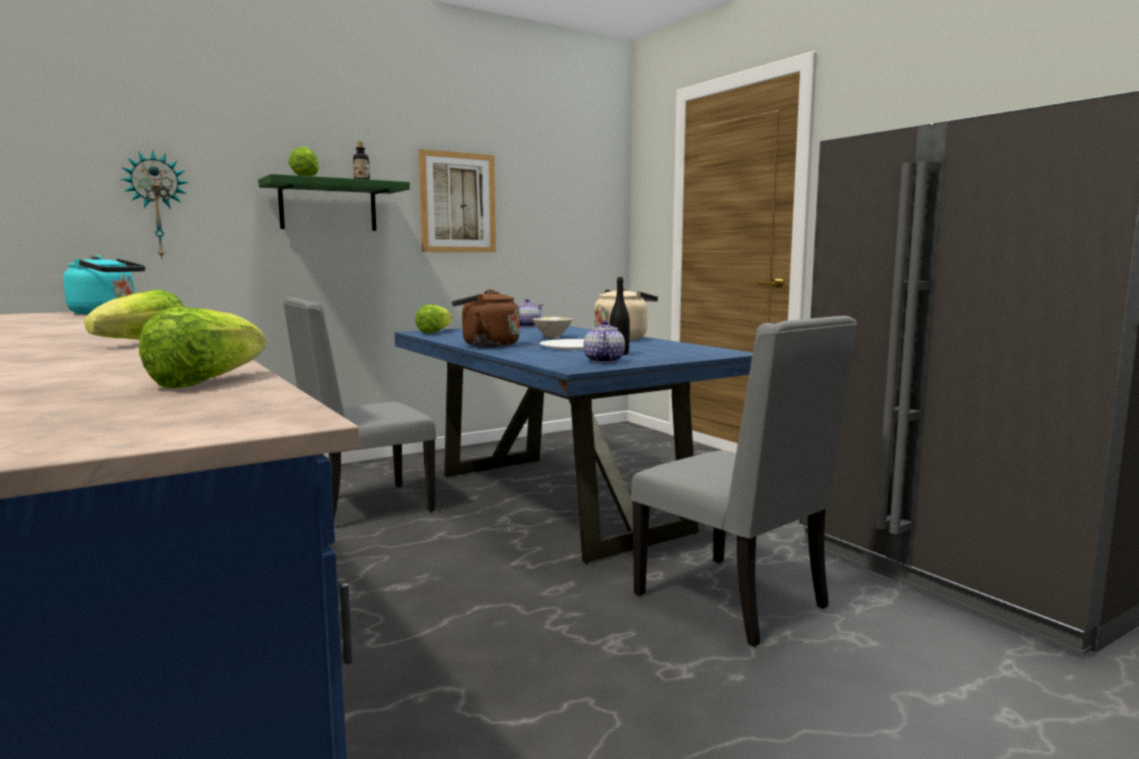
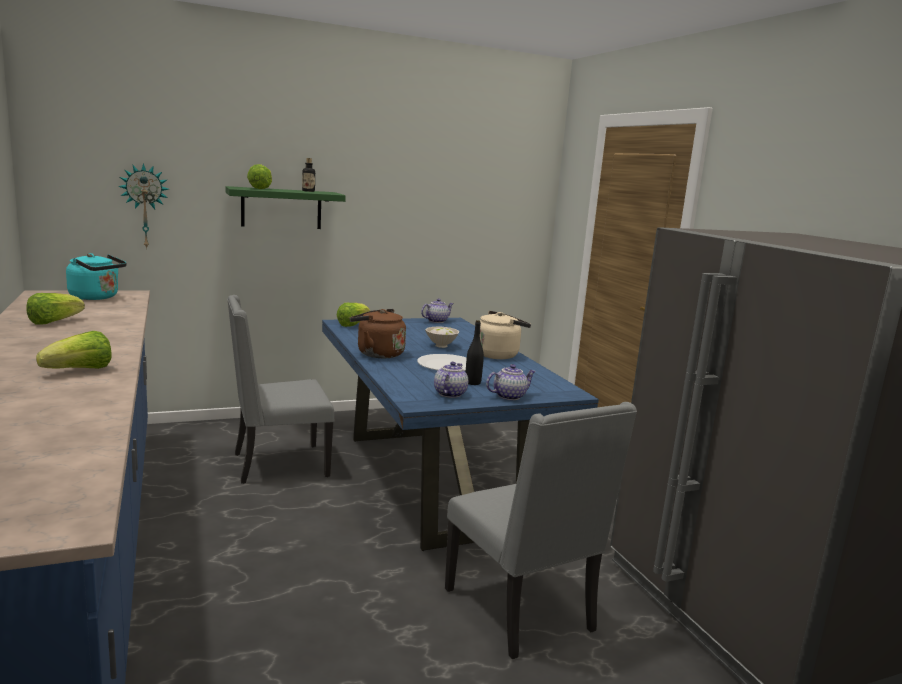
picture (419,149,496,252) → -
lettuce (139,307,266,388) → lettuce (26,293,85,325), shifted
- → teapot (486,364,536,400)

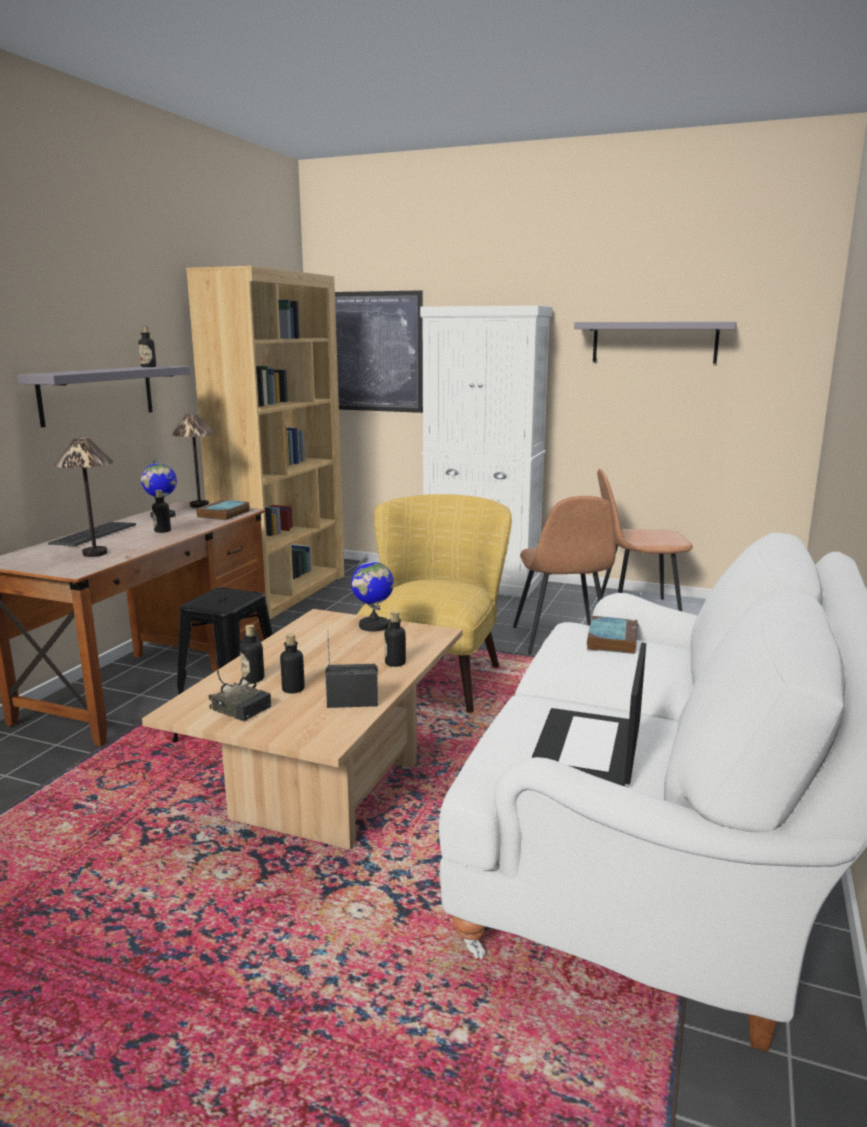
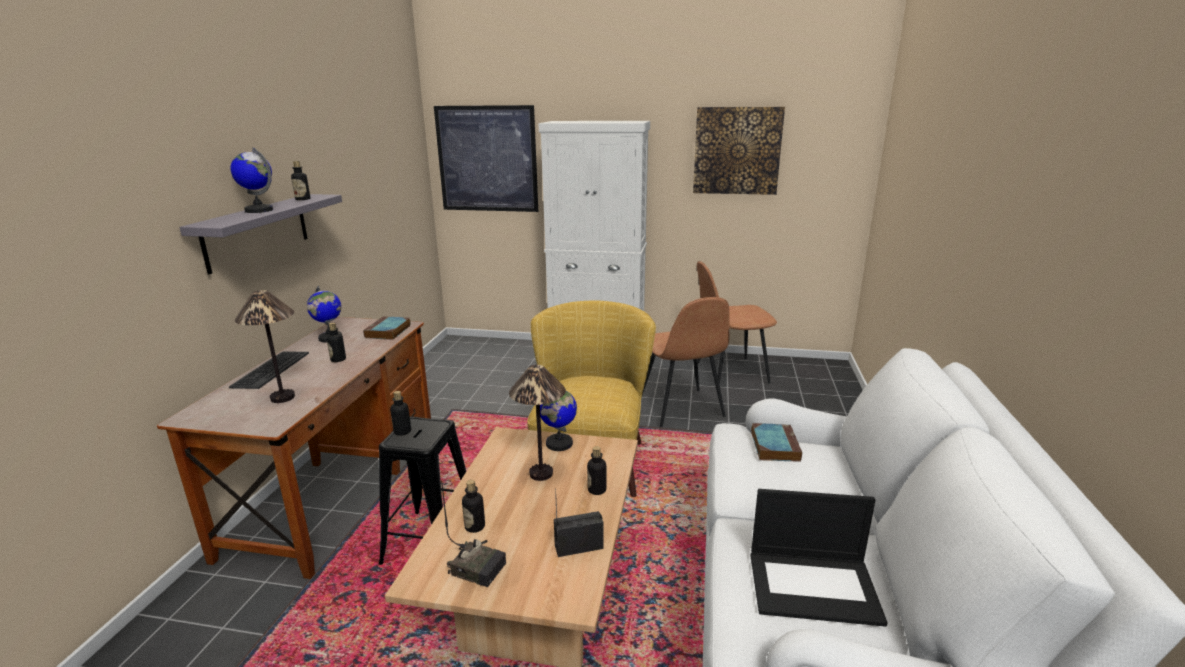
brown_bookcase (186,266,344,619) → -
grey_shelf (574,322,737,364) → picture (693,107,785,195)
table_lamp (172,414,216,508) → table_lamp (509,365,566,481), shifted
bottle (280,633,305,693) → bottle (390,391,411,436), shifted
laptop (531,642,646,786) → laptop (751,489,888,627), 90 degrees counterclockwise
- → globe (230,147,273,213)

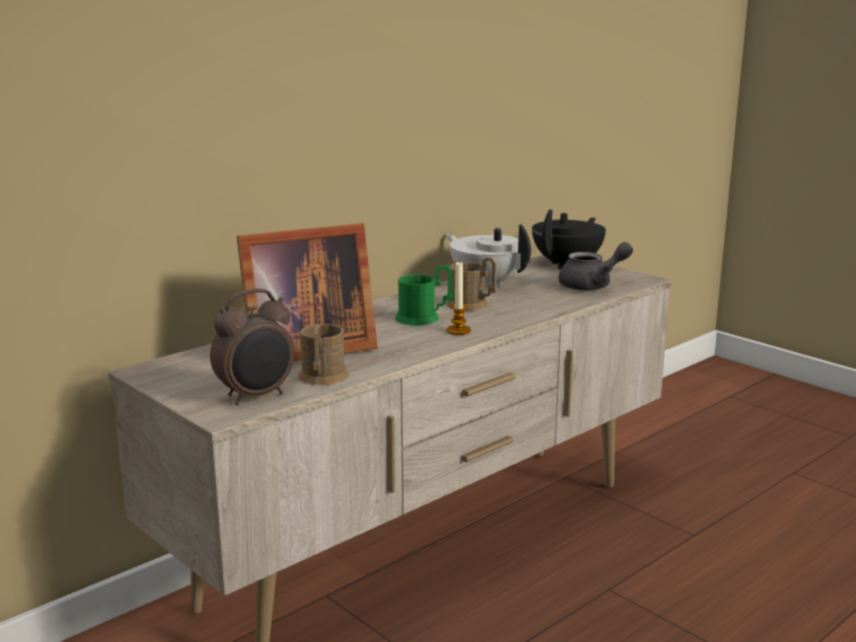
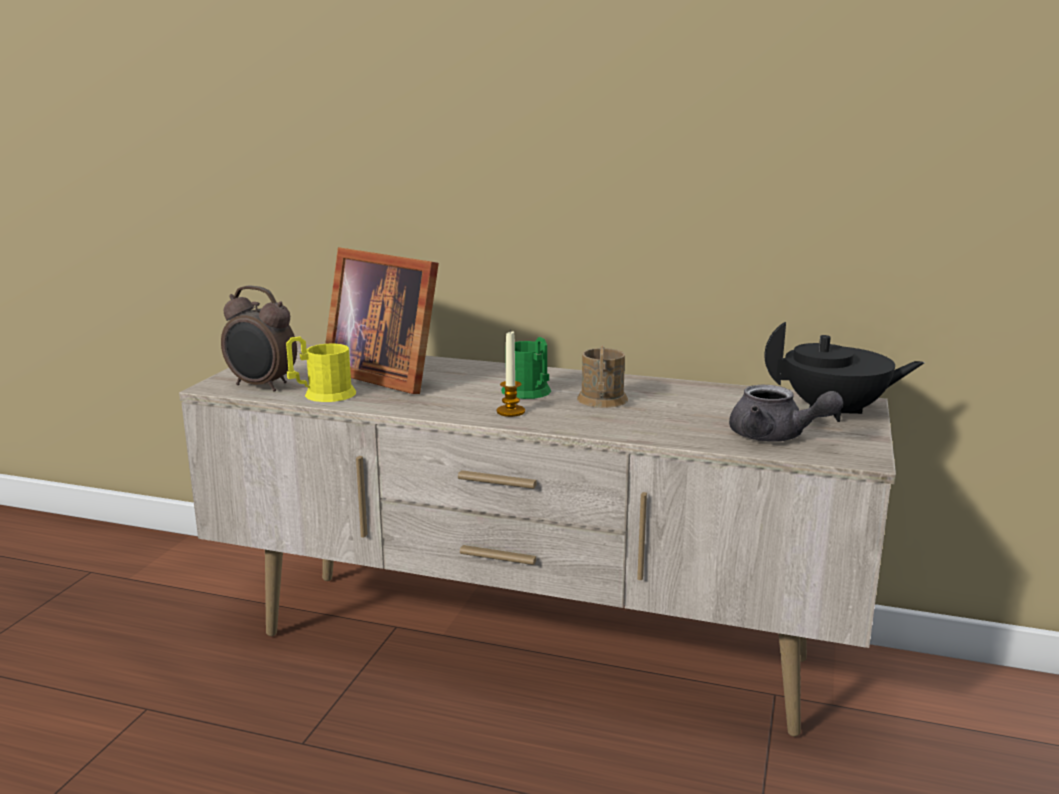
white_teapot (446,224,531,288) → -
brown_mug (298,324,349,385) → yellow_mug (286,337,356,402)

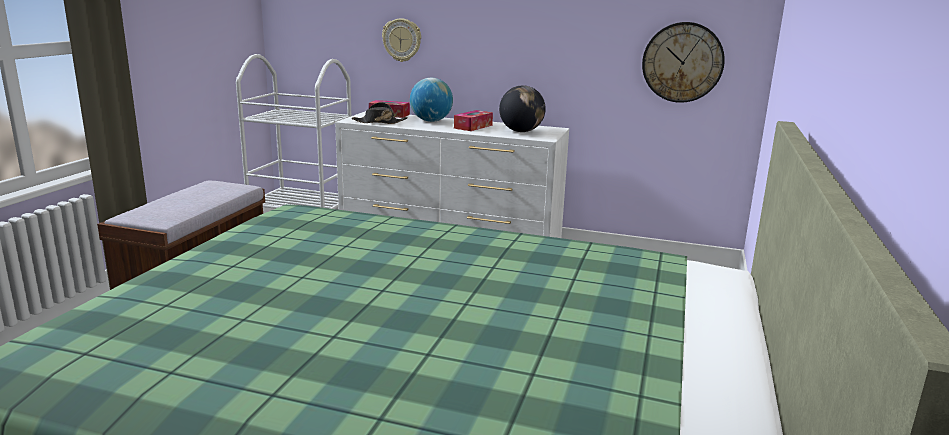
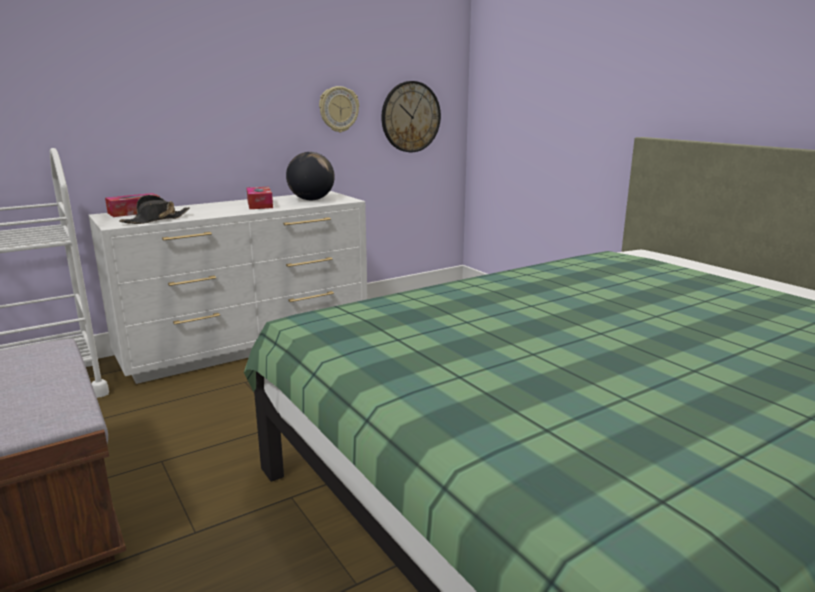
wall_clock (382,18,421,62) → wall_clock (319,86,359,133), shifted
globe (410,78,453,122) → -

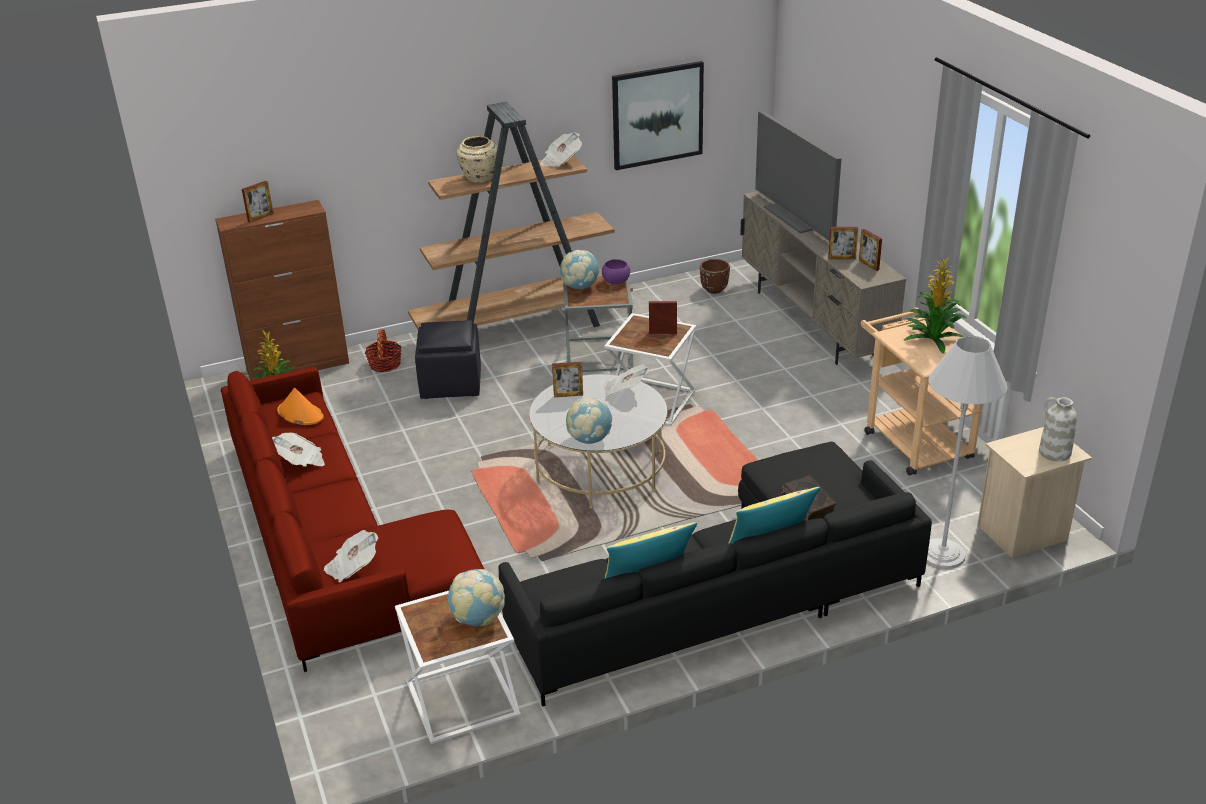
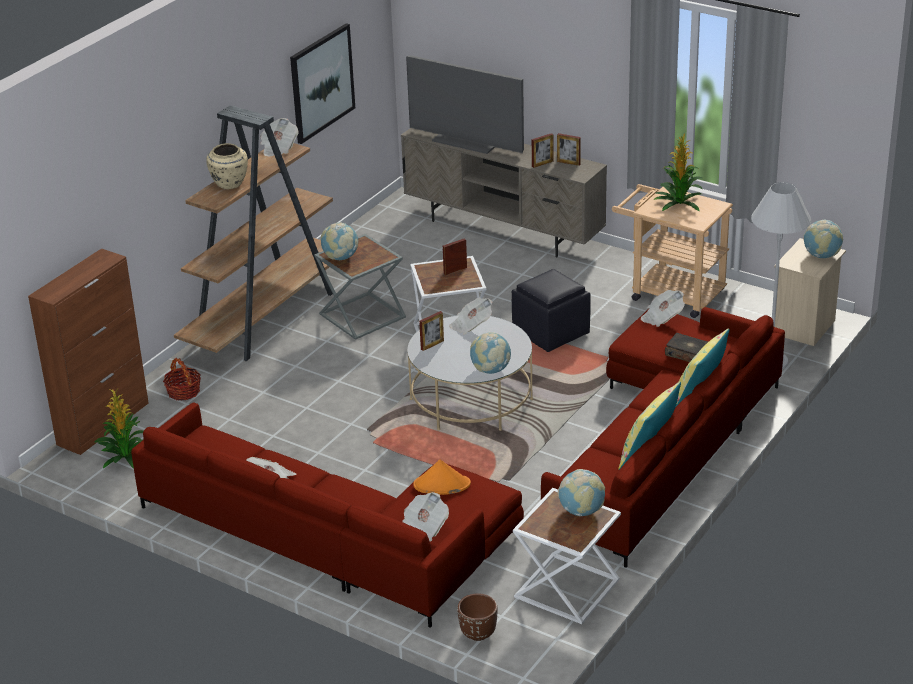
picture_frame (242,181,274,222) → -
purple_bowl (602,259,630,285) → -
brown_planter (700,259,730,294) → brown_planter (457,593,498,641), shifted
black_ottoman (415,320,481,399) → black_ottoman (512,269,591,352), shifted
orange_hat (277,388,324,425) → orange_hat (413,460,471,495), shifted
white_vase (1039,397,1077,462) → globe (803,220,843,258)
black_sofa (499,441,932,707) → red_sofa (541,307,785,568)
- → newspaper (641,290,685,327)

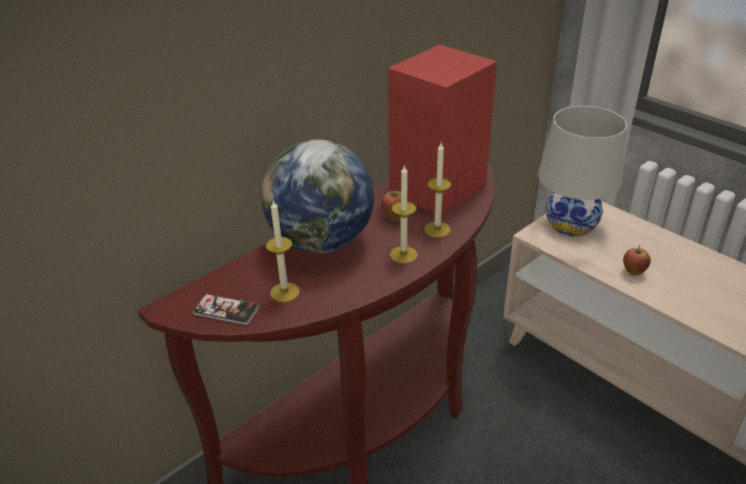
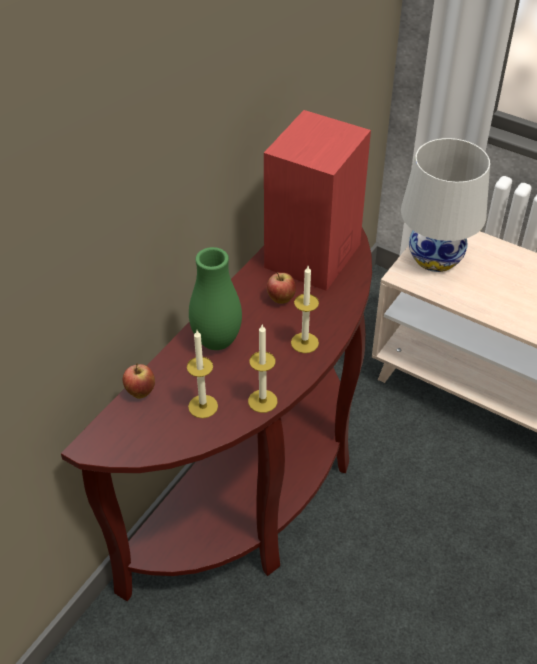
globe (261,139,374,253) → green_vase (189,247,242,350)
candle (424,143,451,238) → candle (248,325,277,413), shifted
apple (623,245,651,276) → apple (123,363,155,399), shifted
phone (193,294,259,325) → -

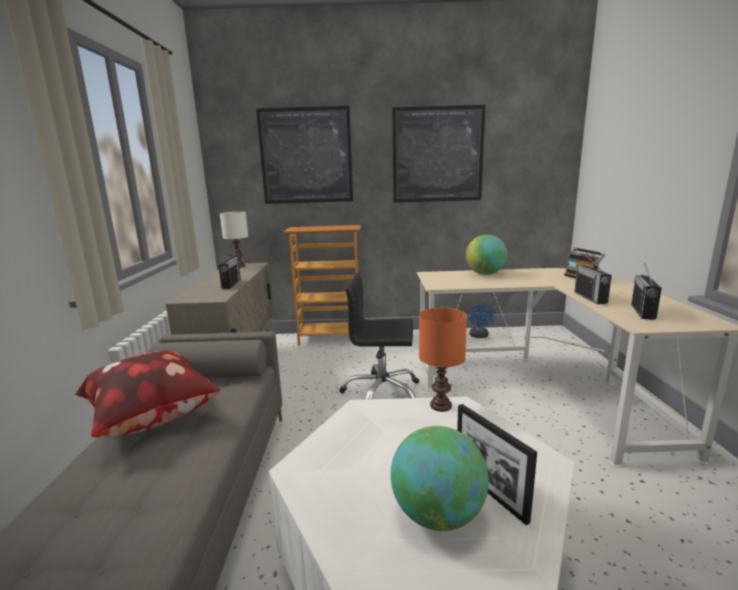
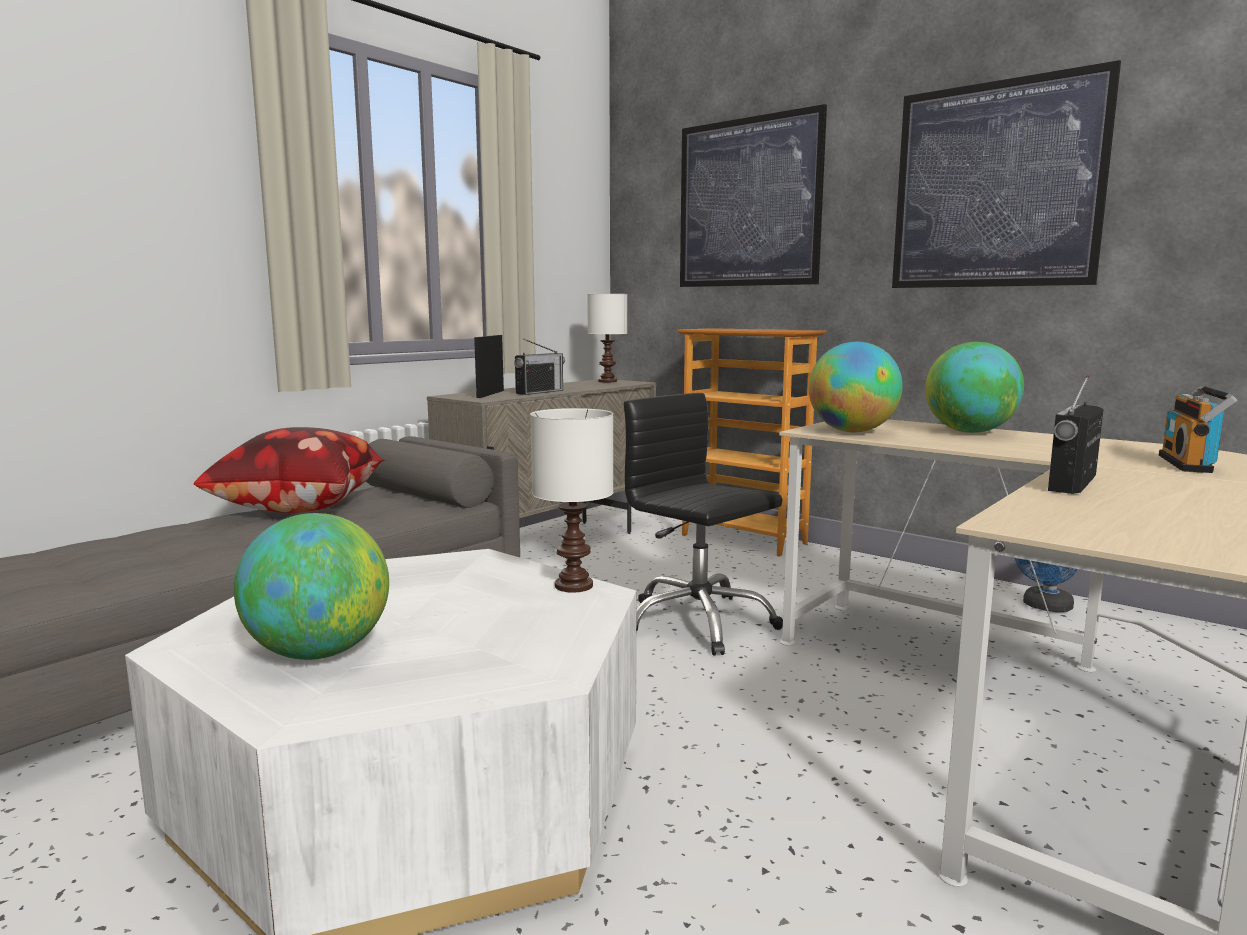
radio (631,263,662,320) → -
orange_table_lamp (419,308,467,412) → white_table_lamp (530,408,614,593)
picture_frame (457,404,537,525) → picture_frame (474,335,504,398), shifted
- → globe (809,342,903,432)

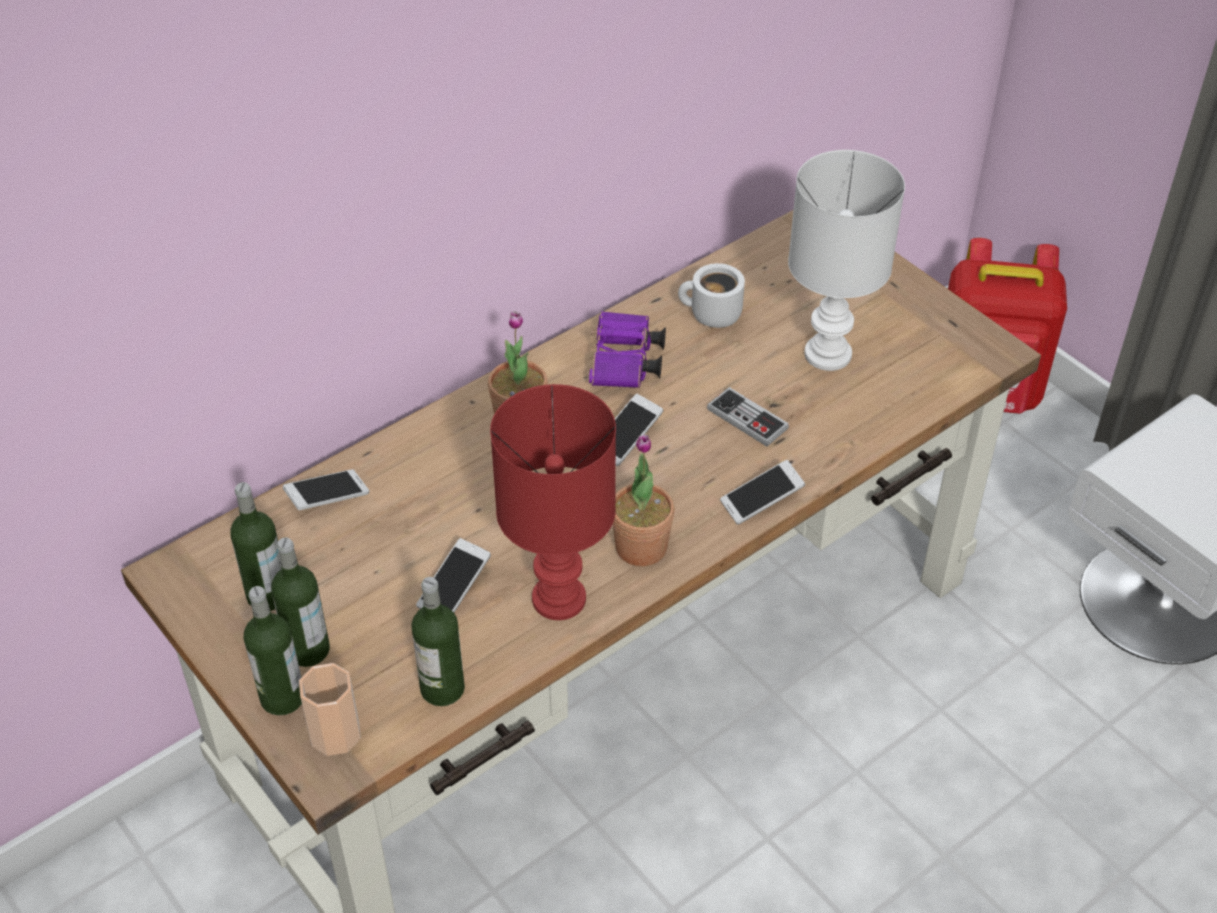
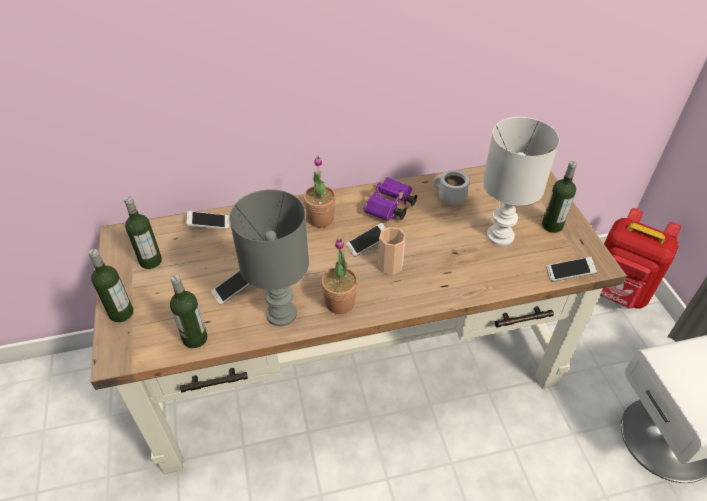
red_table_lamp (490,384,616,620) → grey_table_lamp (229,189,309,326)
game_controller (707,387,789,447) → -
phone (720,460,805,525) → phone (546,257,597,282), shifted
bottle (271,537,330,667) → bottle (542,161,577,233), shifted
cup (299,663,361,756) → cup (378,227,406,275), shifted

